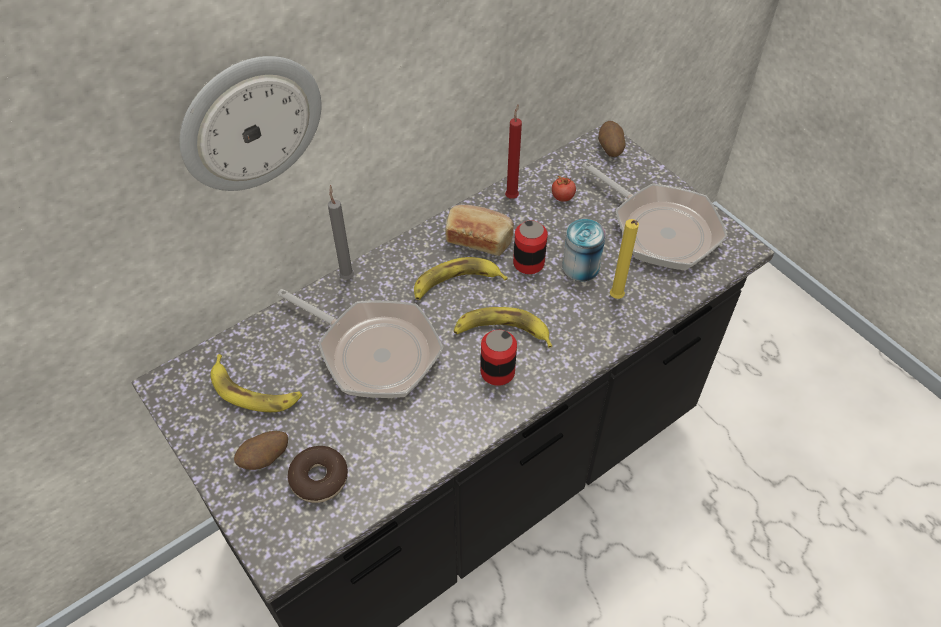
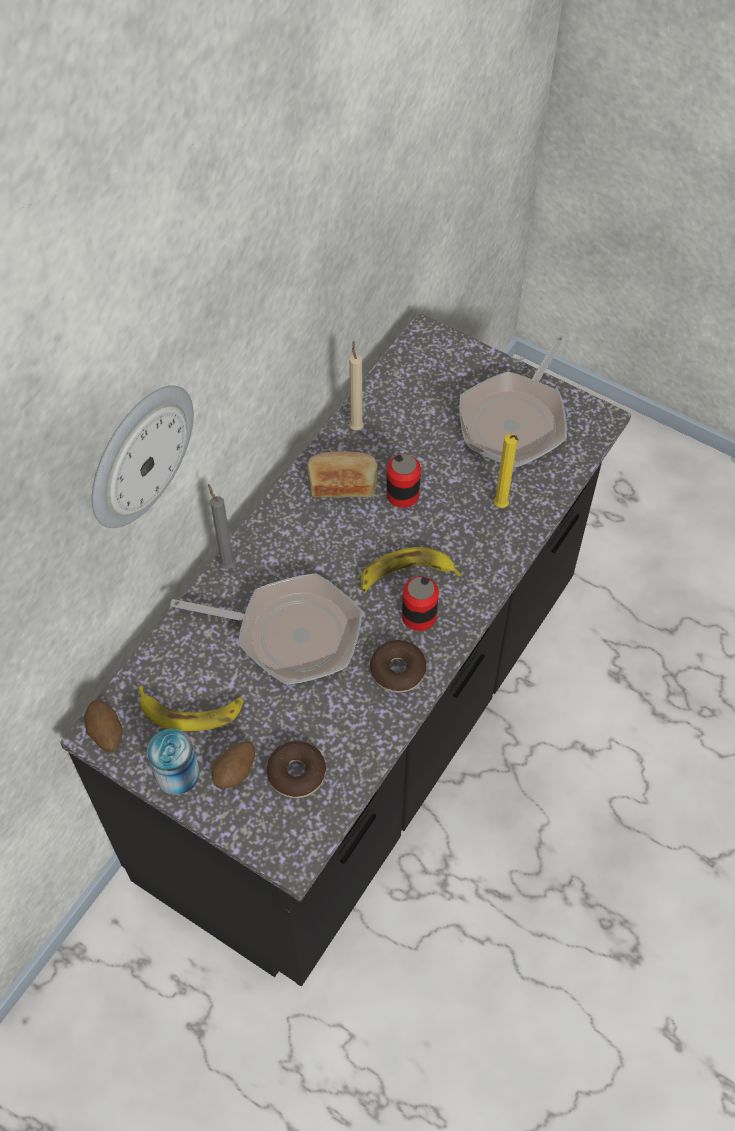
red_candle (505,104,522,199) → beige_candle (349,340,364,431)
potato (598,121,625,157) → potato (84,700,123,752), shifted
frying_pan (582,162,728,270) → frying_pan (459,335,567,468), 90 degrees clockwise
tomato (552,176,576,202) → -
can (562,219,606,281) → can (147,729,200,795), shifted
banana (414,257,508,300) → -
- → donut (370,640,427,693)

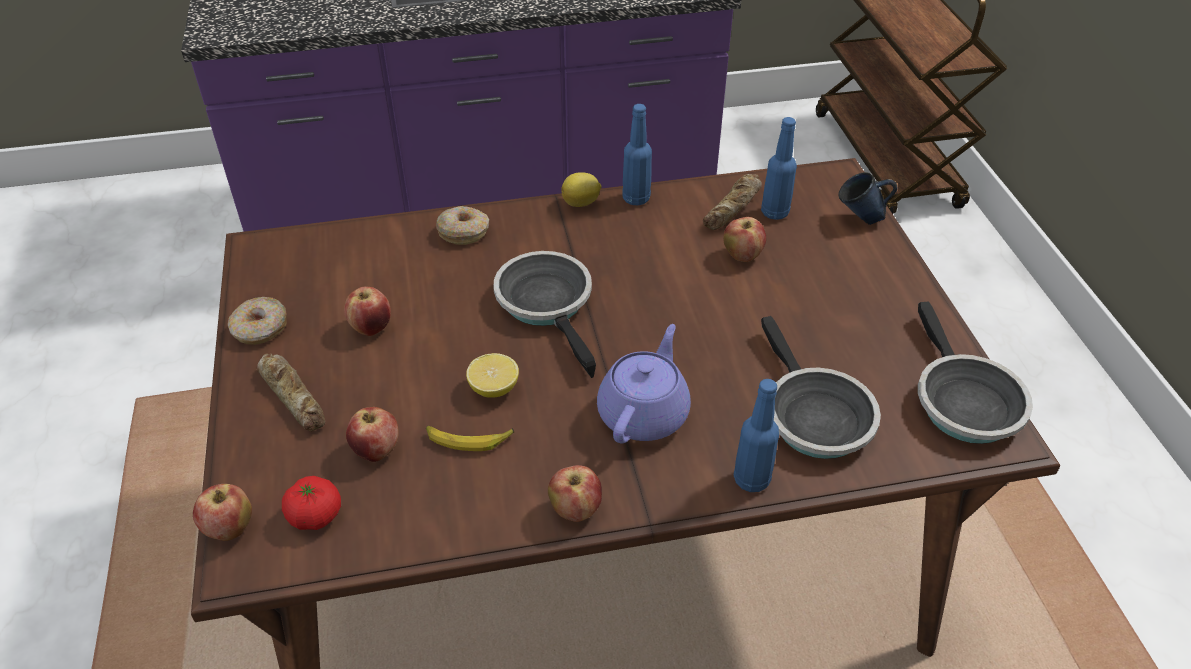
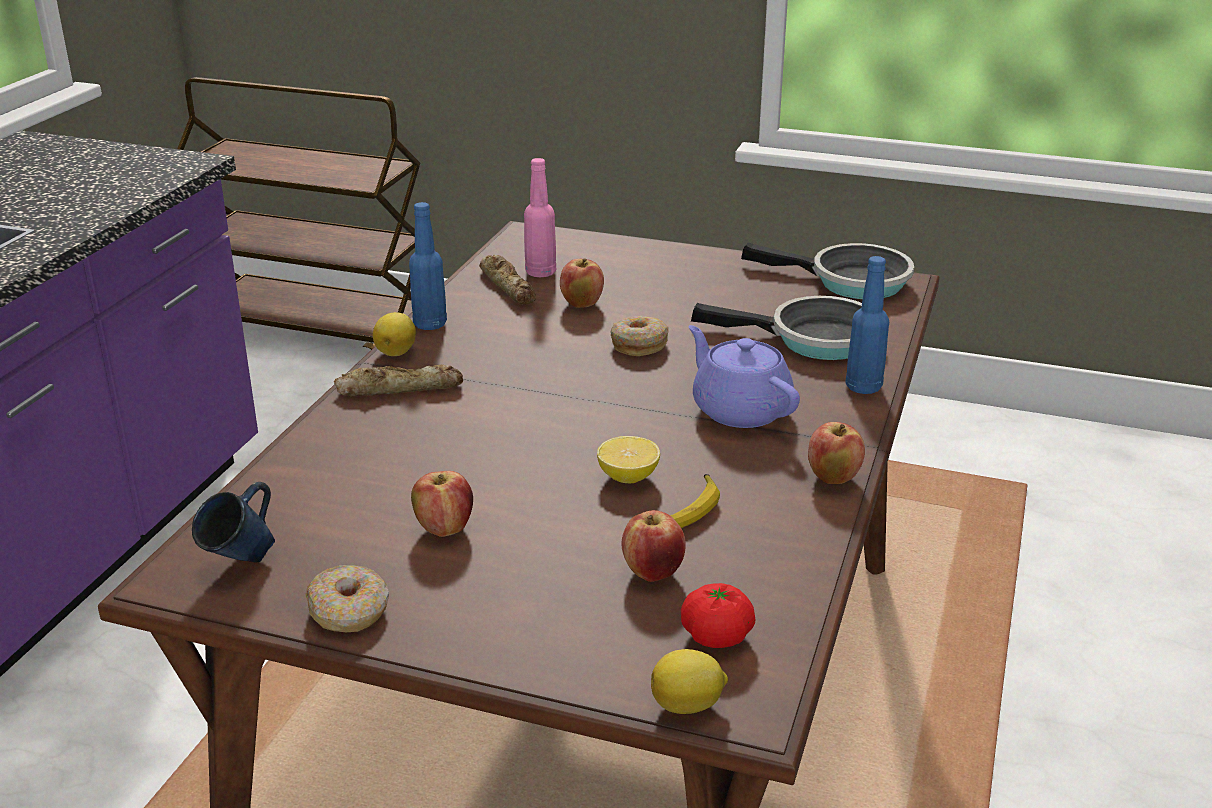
blue_bottle (761,117,797,220) → pink_bottle (524,158,556,277)
blue_mug (839,172,897,225) → blue_mug (192,482,275,562), shifted
donut (436,206,489,245) → donut (611,316,669,356), shifted
frying_pan (494,251,596,378) → -
bread (257,353,325,431) → bread (334,364,463,396), shifted
apple (193,484,252,541) → lemon (651,649,728,714)

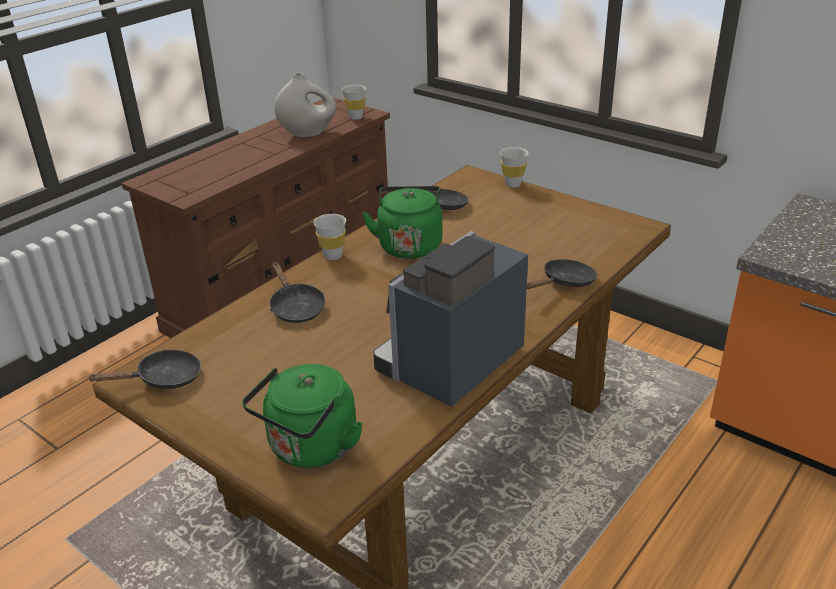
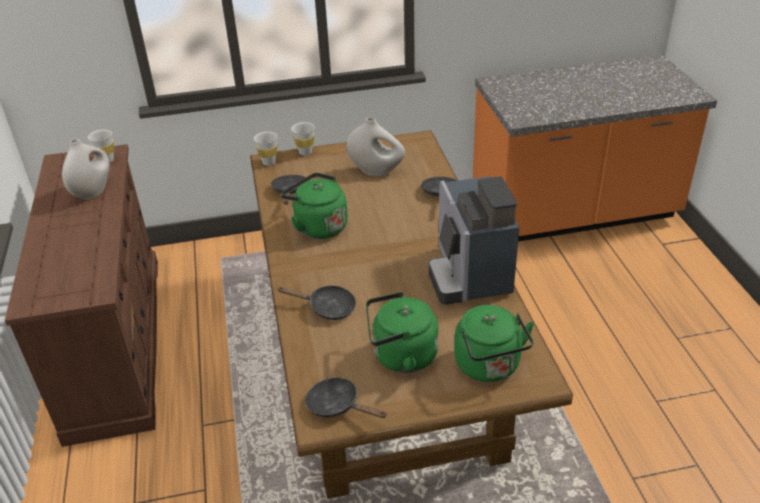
white_cup (313,214,346,260) → white_cup (254,132,278,166), shifted
black_frying_pan (87,349,201,389) → black_frying_pan (305,377,387,418), 75 degrees counterclockwise
- → white_vase (346,118,405,176)
- → green_kettle (366,292,439,373)

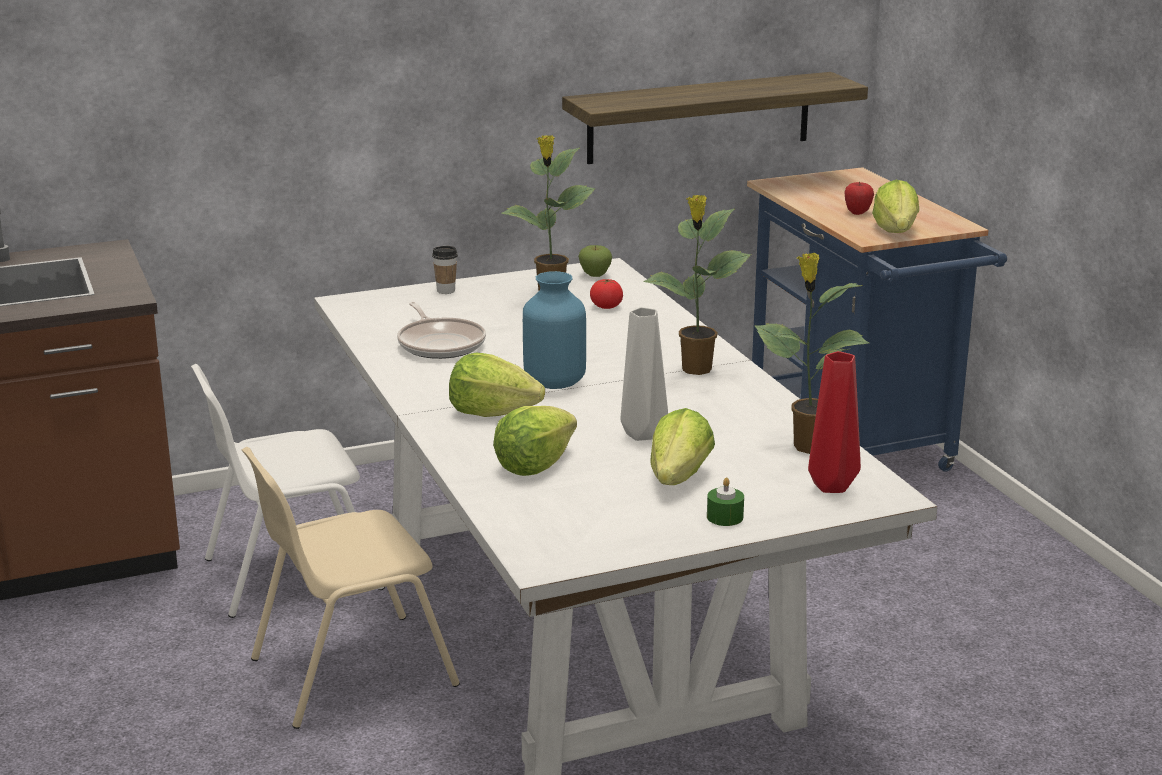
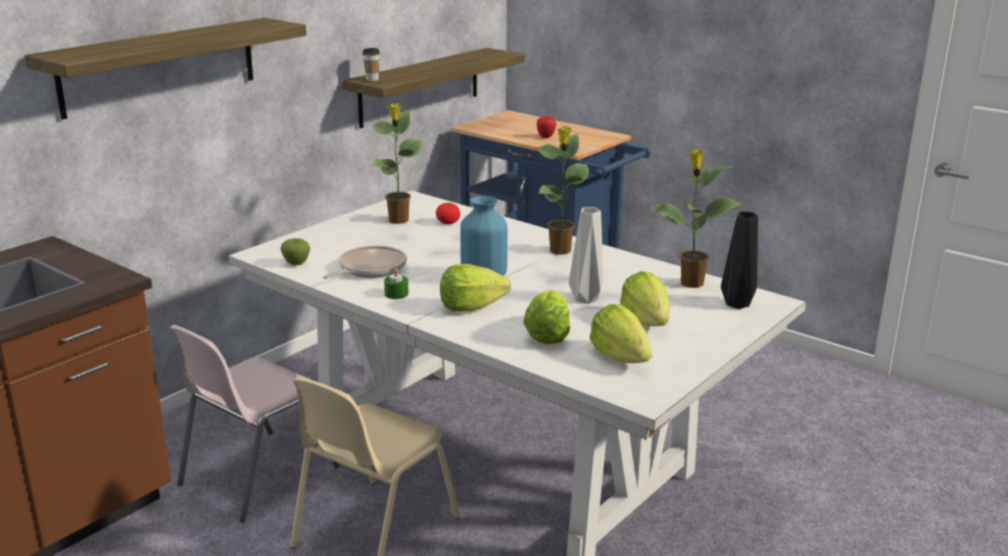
lettuce (872,180,919,233) → lettuce (589,304,652,363), shifted
apple (578,245,612,277) → apple (280,238,310,265), shifted
cup (432,246,458,294) → cup (362,48,380,81), shifted
frying_pan (397,302,486,359) → frying_pan (323,246,407,279), 90 degrees counterclockwise
red_vase (808,351,861,493) → black_vase (721,211,758,309)
white_chair (191,364,385,618) → pink_chair (169,325,340,522)
green_candle (707,478,744,526) → green_candle (384,268,409,299), shifted
- → shelf (25,18,307,120)

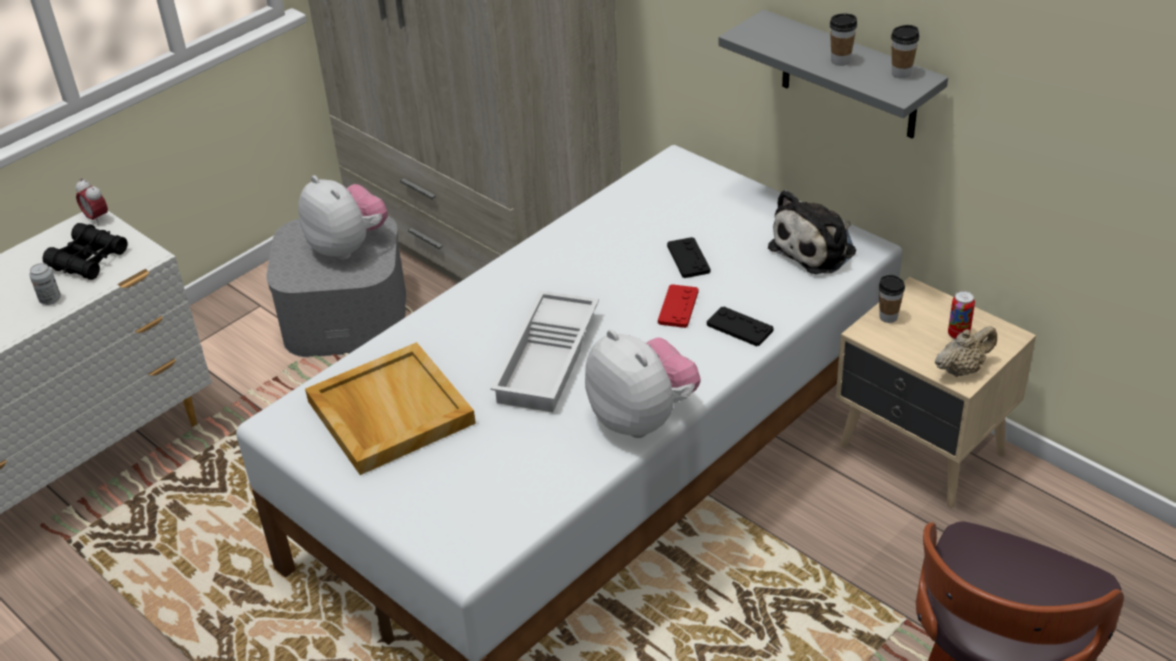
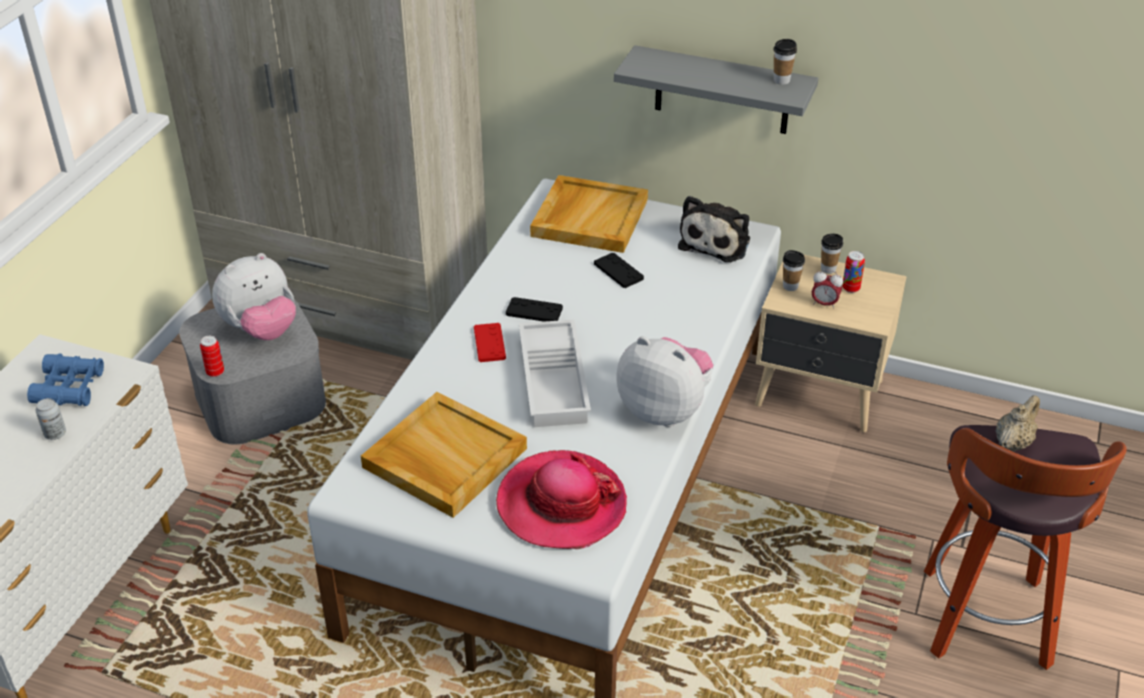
cup (830,14,857,66) → cup (821,234,843,274), shifted
plush_toy (298,175,388,260) → plush_toy (212,253,296,340), 120 degrees clockwise
alarm_clock (76,178,108,225) → alarm_clock (812,269,843,309), shifted
black_binoculars (43,223,128,280) → blue_binoculars (27,353,104,406)
red_game_controller (658,284,699,328) → red_game_controller (474,323,506,362), shifted
black_game_controller (707,306,773,346) → black_game_controller (506,297,563,322), shifted
beige_teapot (935,326,997,377) → beige_teapot (996,395,1040,452), shifted
- → beige_tray (530,175,648,253)
- → can (200,336,224,377)
- → hat (496,450,627,549)

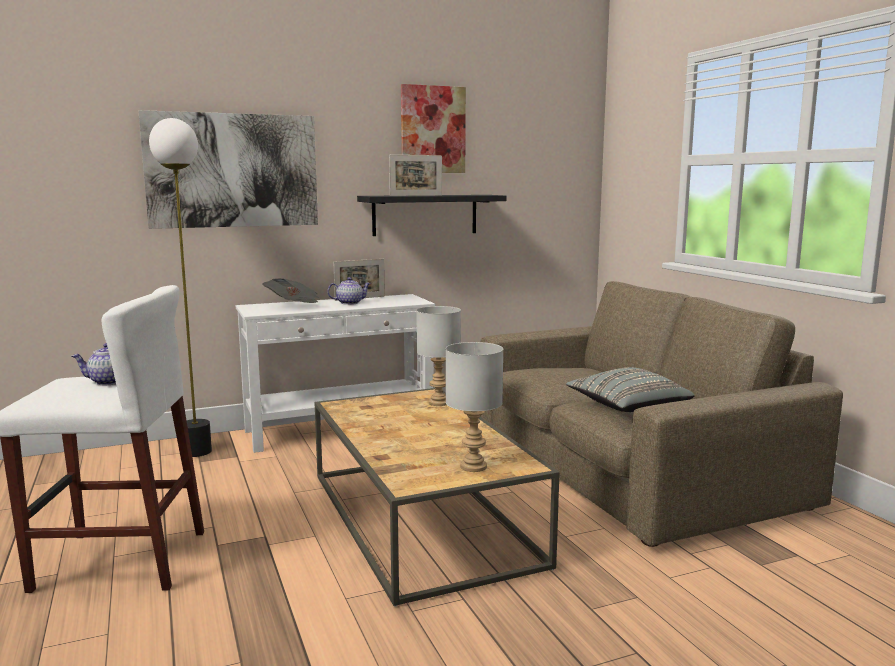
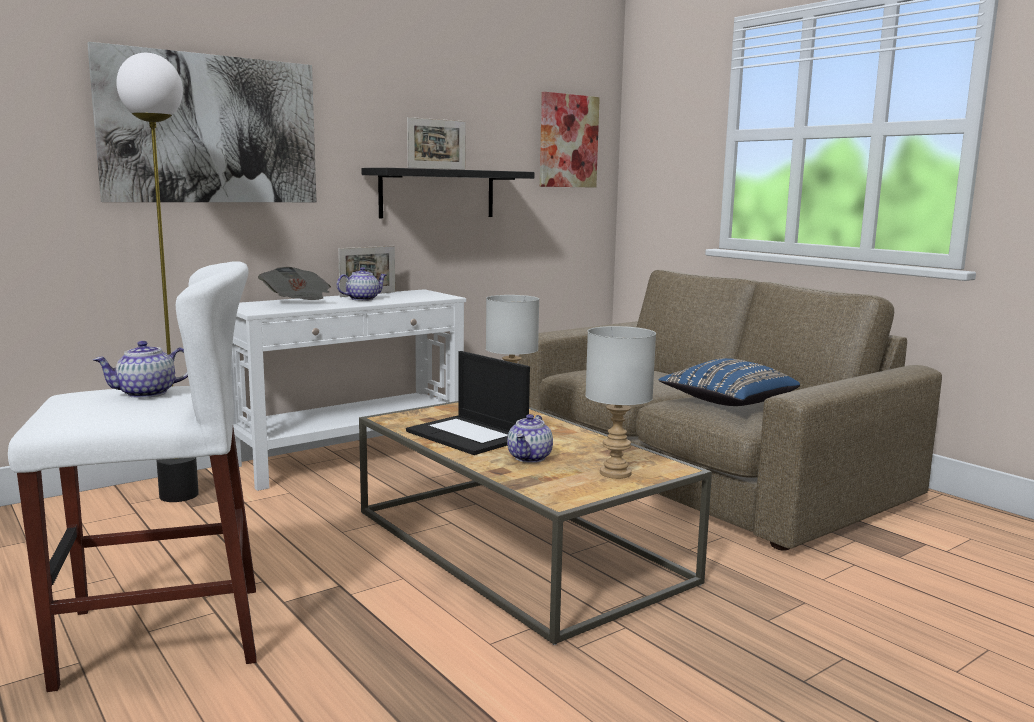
picture (401,84,466,173) → picture (540,92,600,188), shifted
grey_pillow (566,367,694,412) → blue_pillow (658,358,800,406)
- → laptop (406,351,530,455)
- → teapot (507,414,553,463)

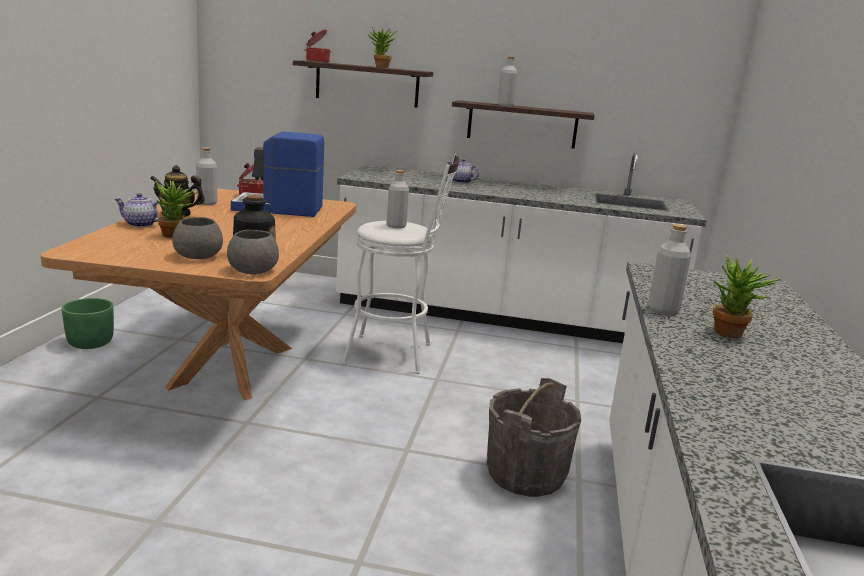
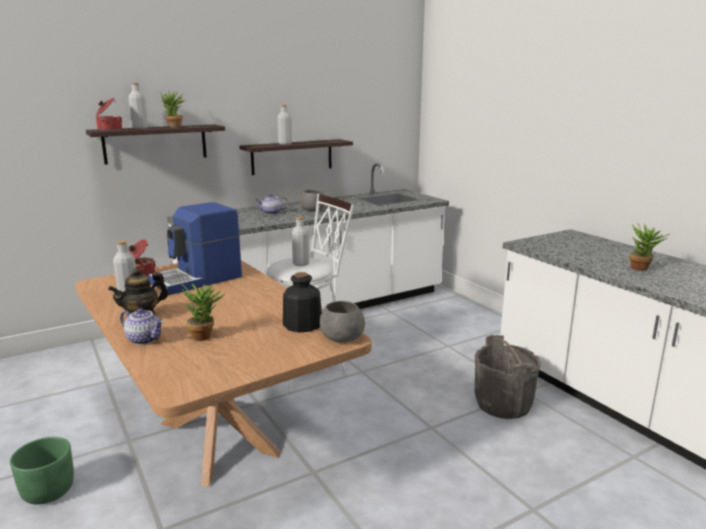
teapot (115,193,166,227) → teapot (120,308,164,345), 120 degrees counterclockwise
grey_bowl (172,217,223,259) → grey_bowl (300,190,325,211), shifted
grey_bottle (648,224,691,315) → grey_bottle (128,83,148,129), shifted

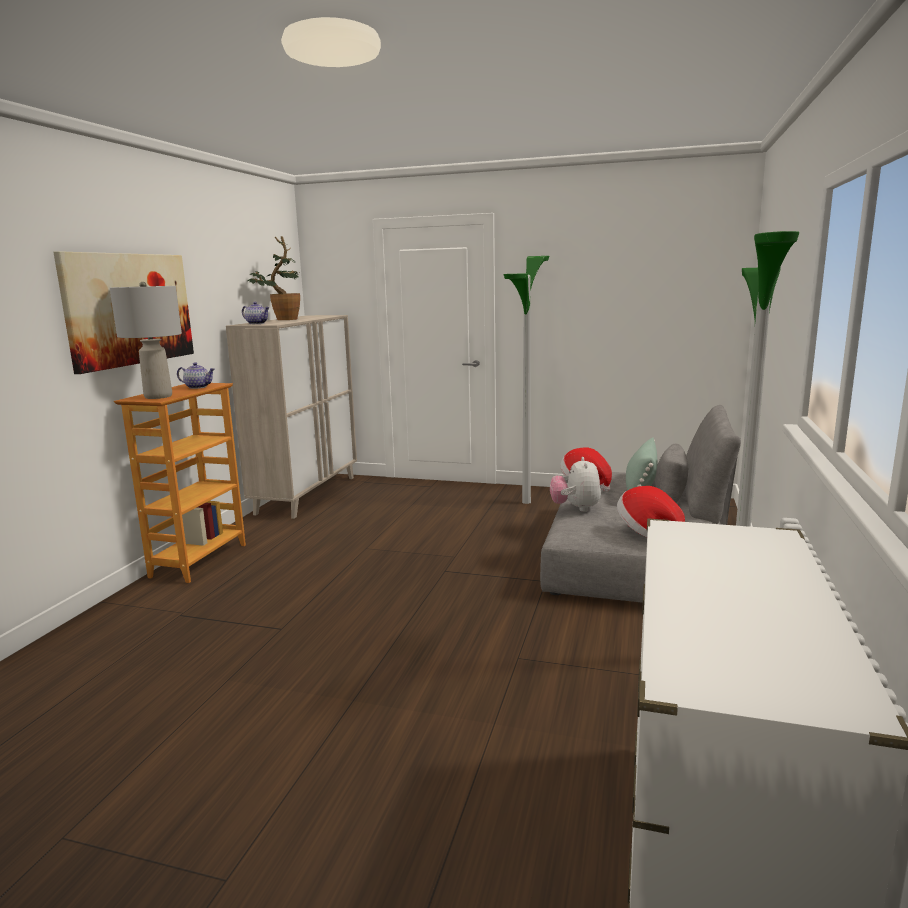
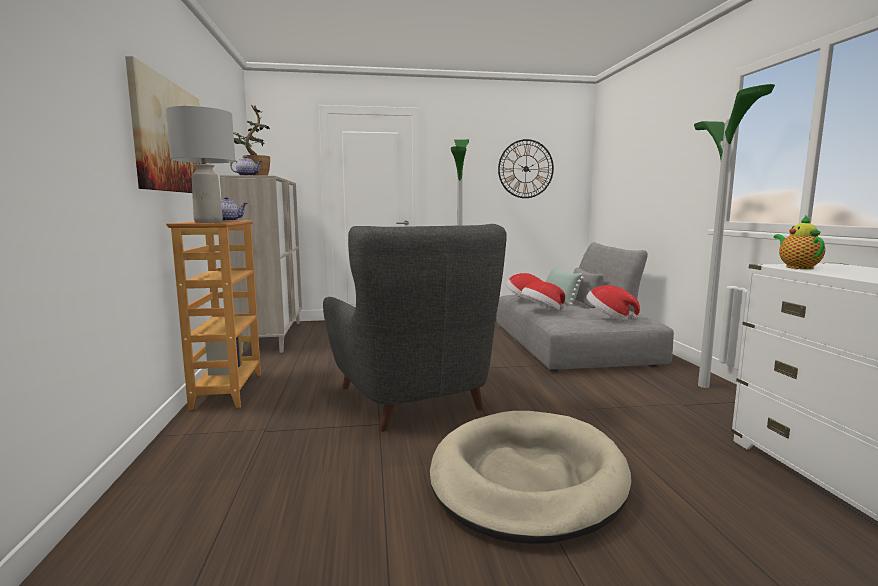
plush_toy (550,457,601,512) → hat (521,281,565,311)
- → wall_clock (498,139,554,198)
- → teapot (774,215,825,269)
- → grey_armchair (323,224,507,432)
- → beige_dog_bed (430,411,631,544)

